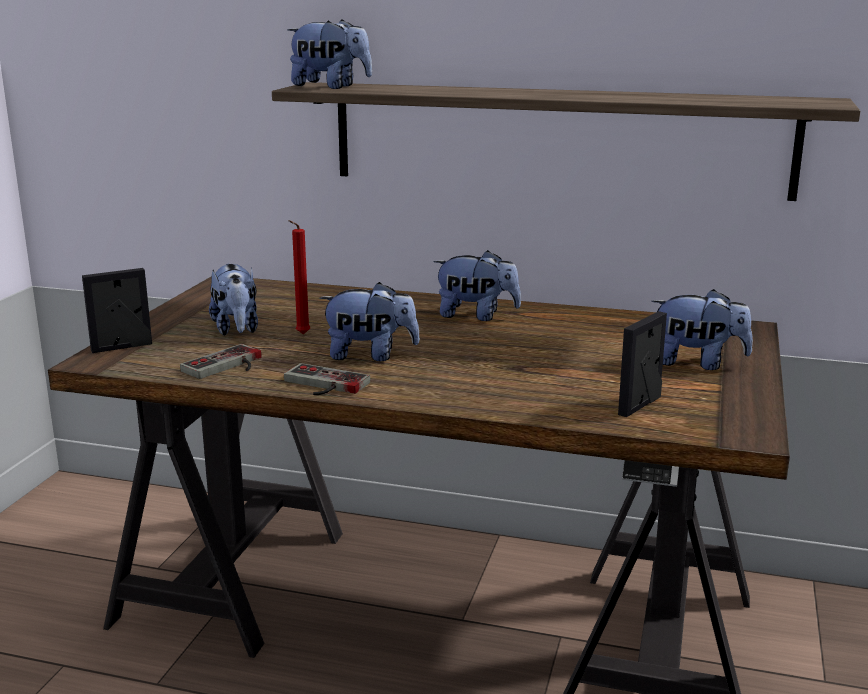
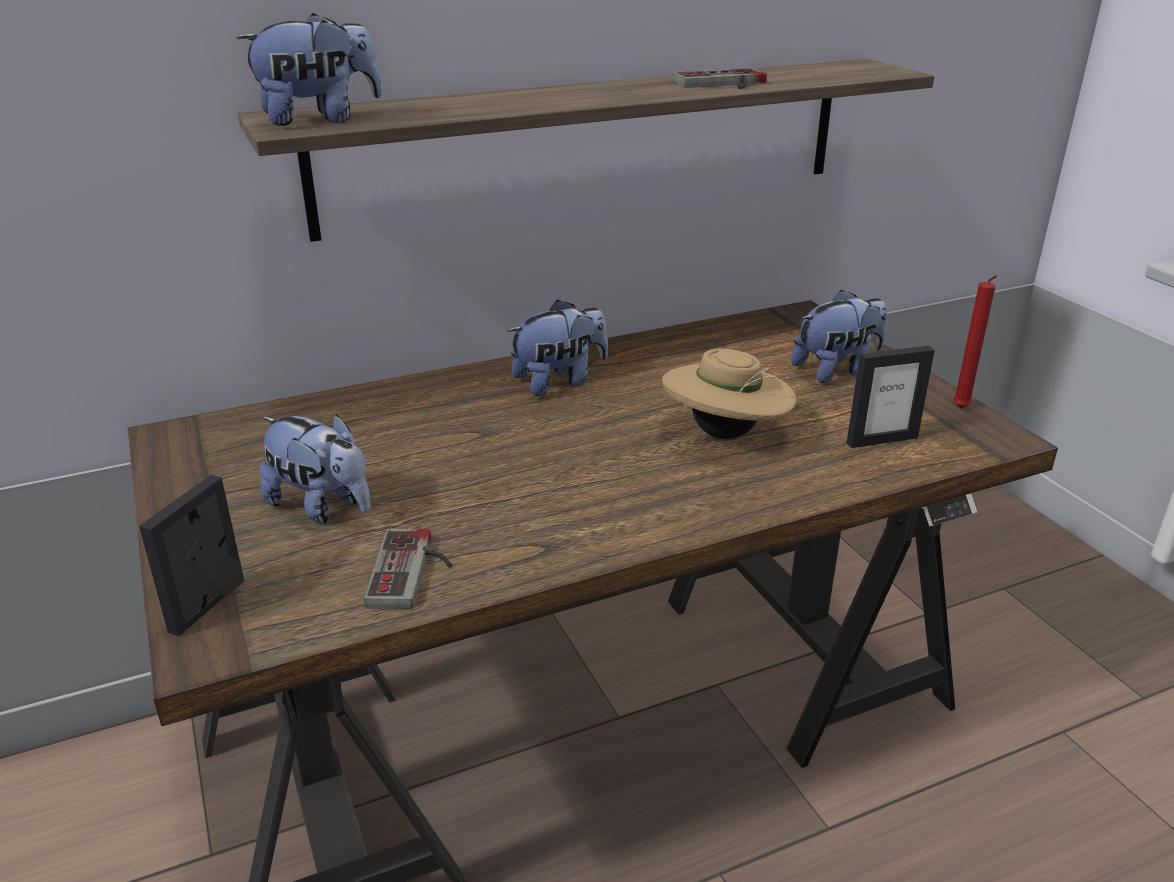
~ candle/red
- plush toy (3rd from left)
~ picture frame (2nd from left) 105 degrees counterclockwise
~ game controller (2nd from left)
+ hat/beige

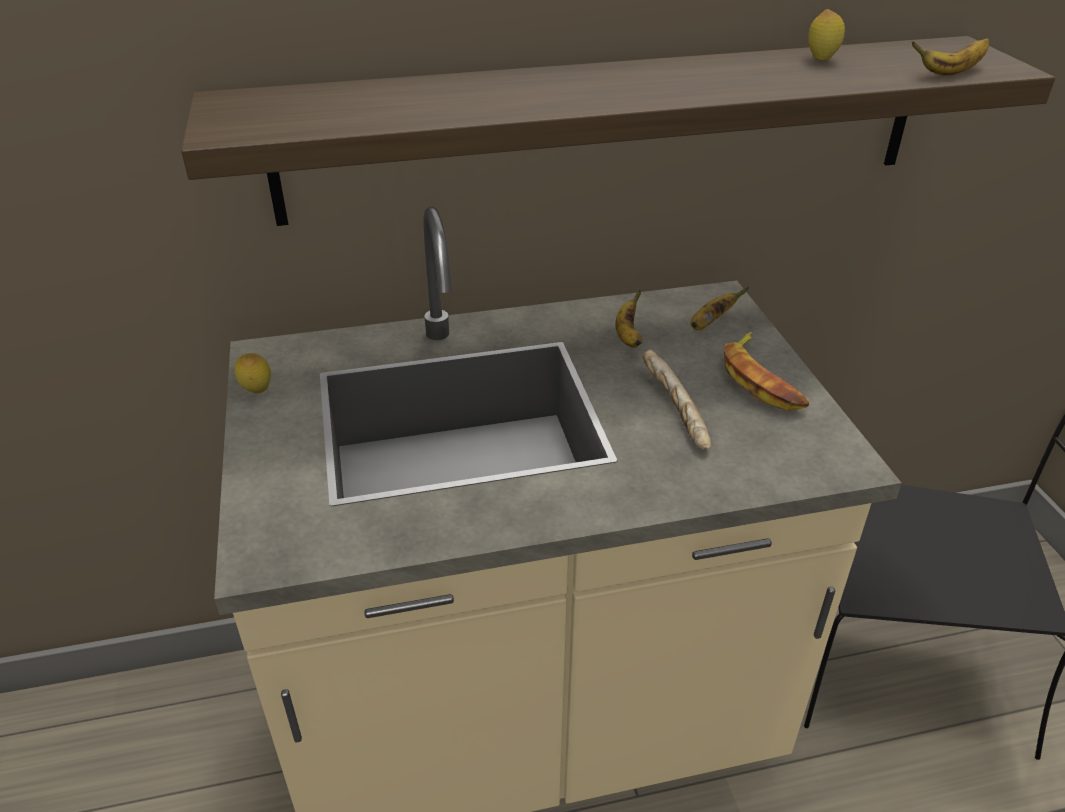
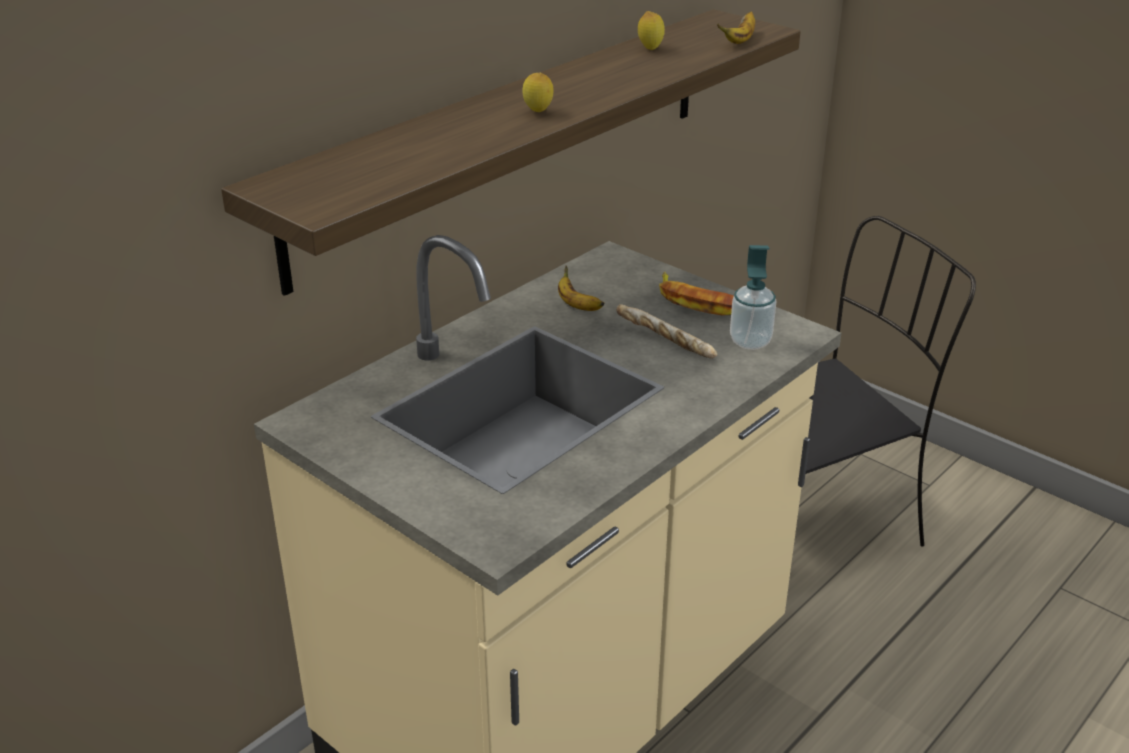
- banana (2nd from left)
~ lemon (1st from left)
+ soap dispenser

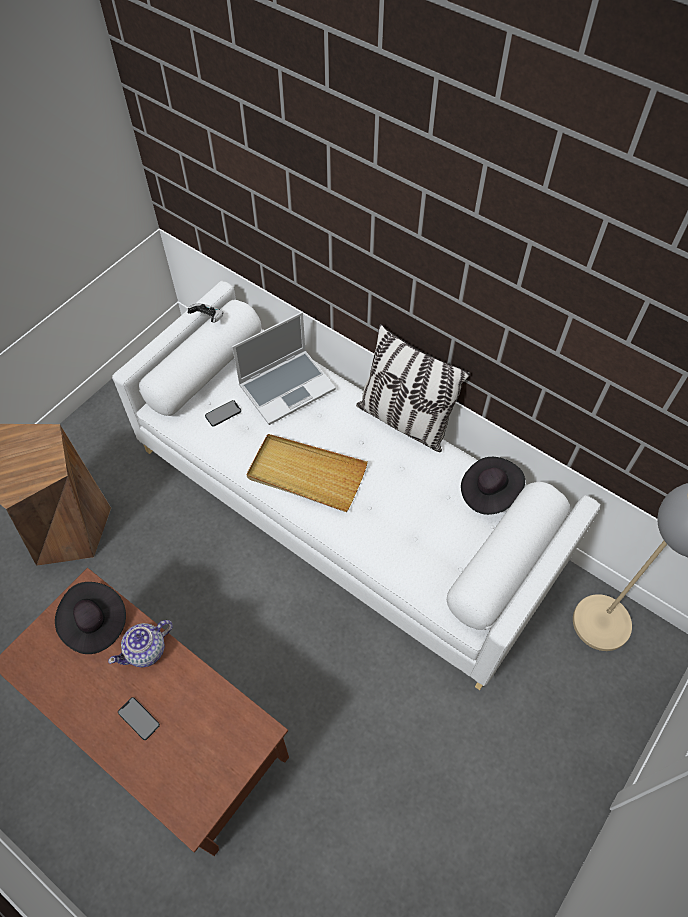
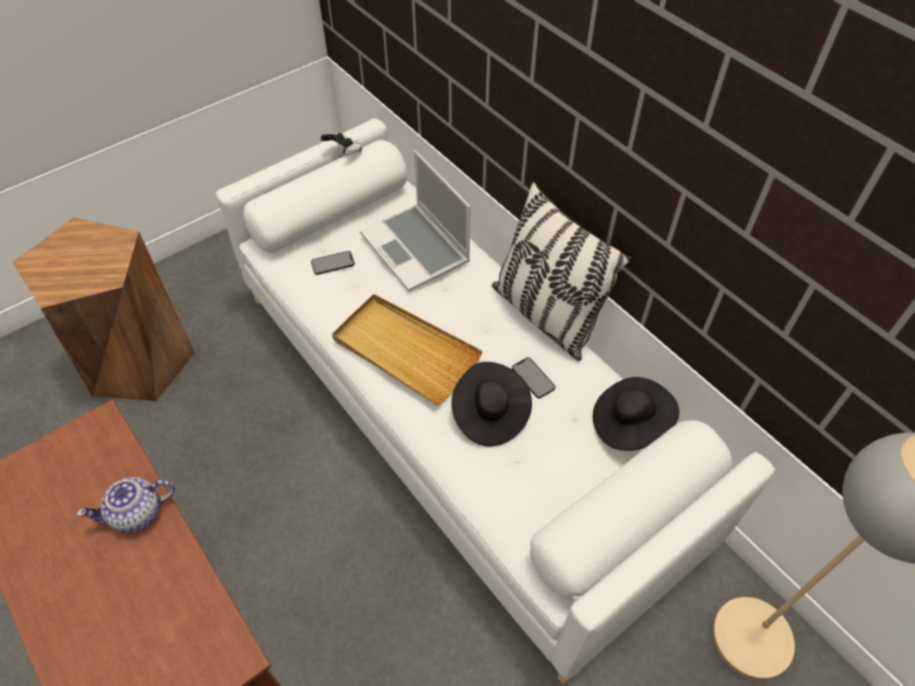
~ laptop 75 degrees clockwise
~ hat/black (1st from left)
~ phone (1st from left in the first image) to phone (2nd from left)

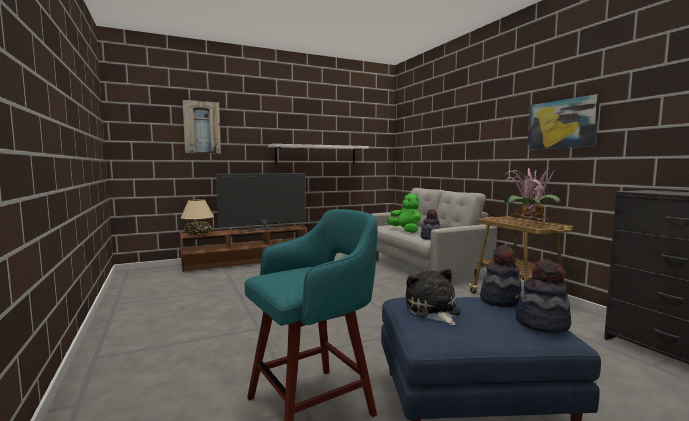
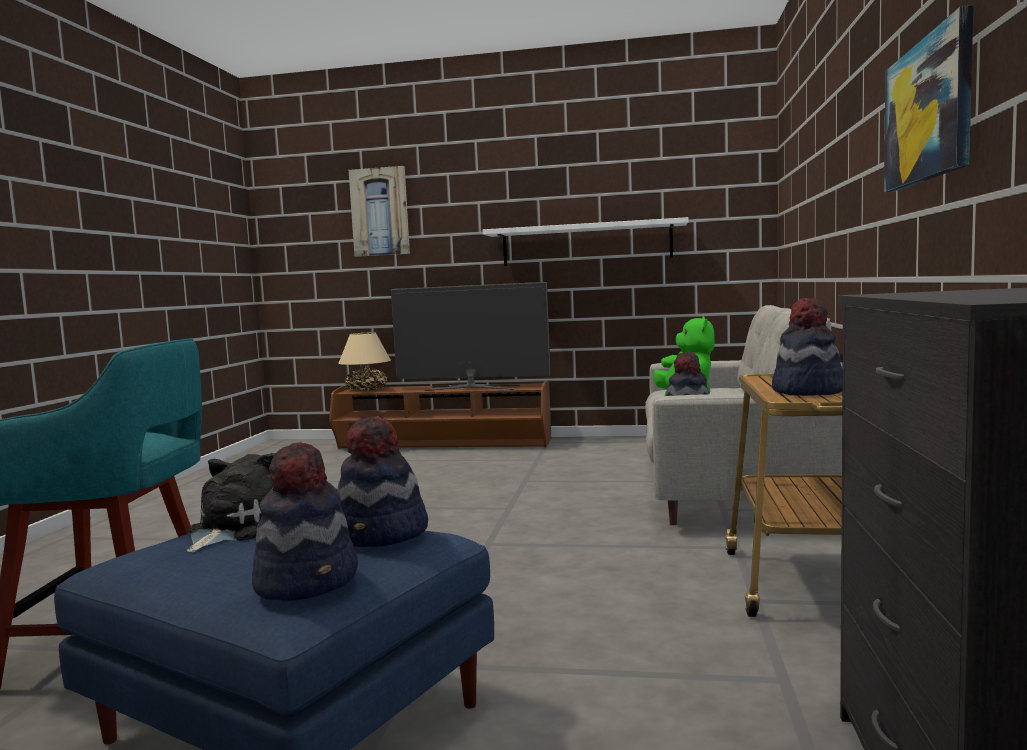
~ potted plant to hat (4th from left)

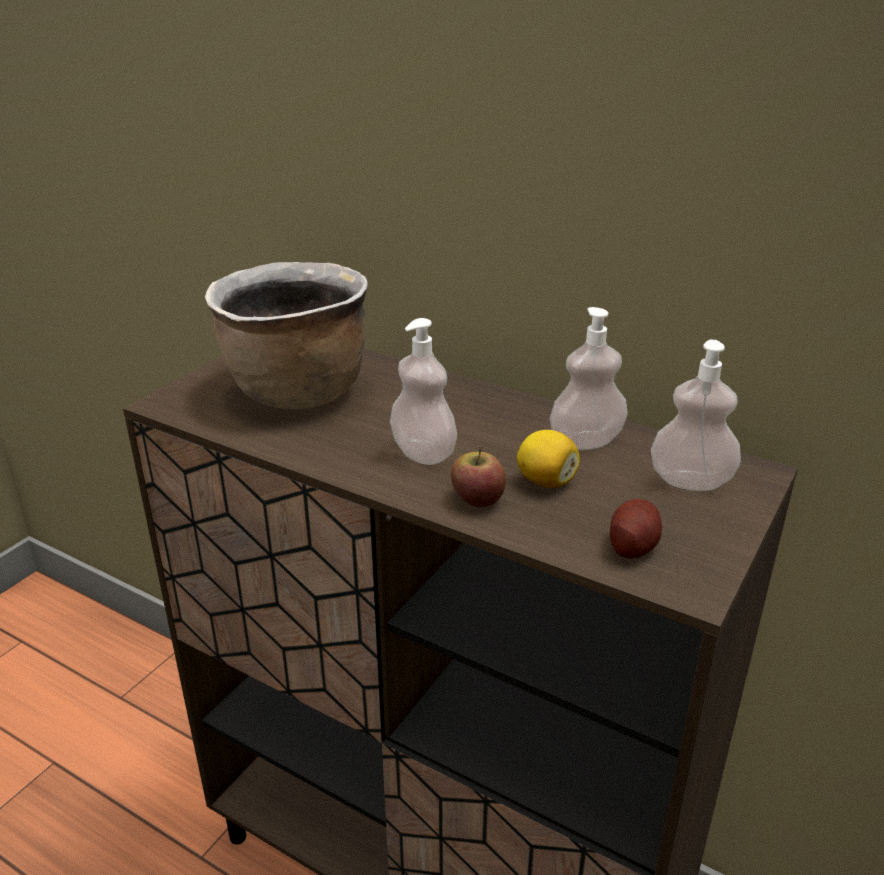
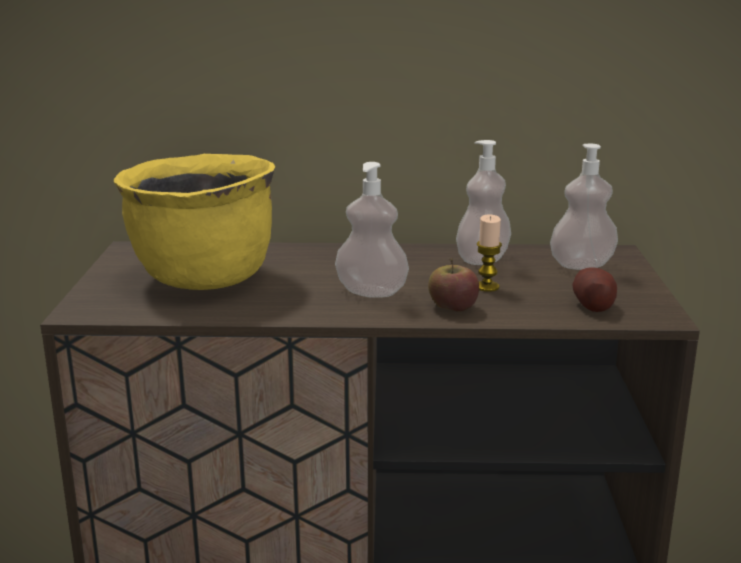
~ cooking pot/brown to cooking pot/yellow
~ lemon to candle

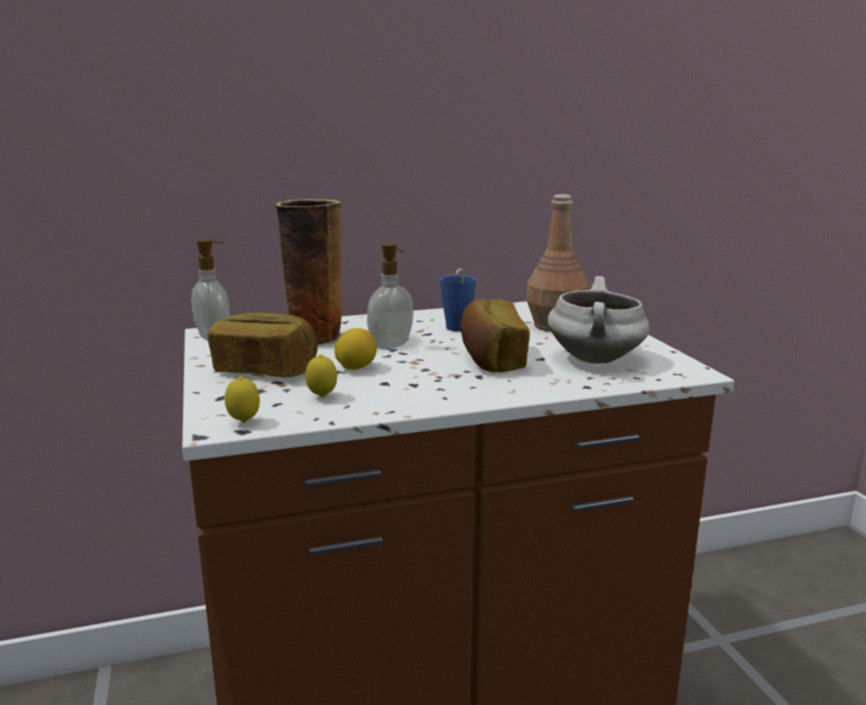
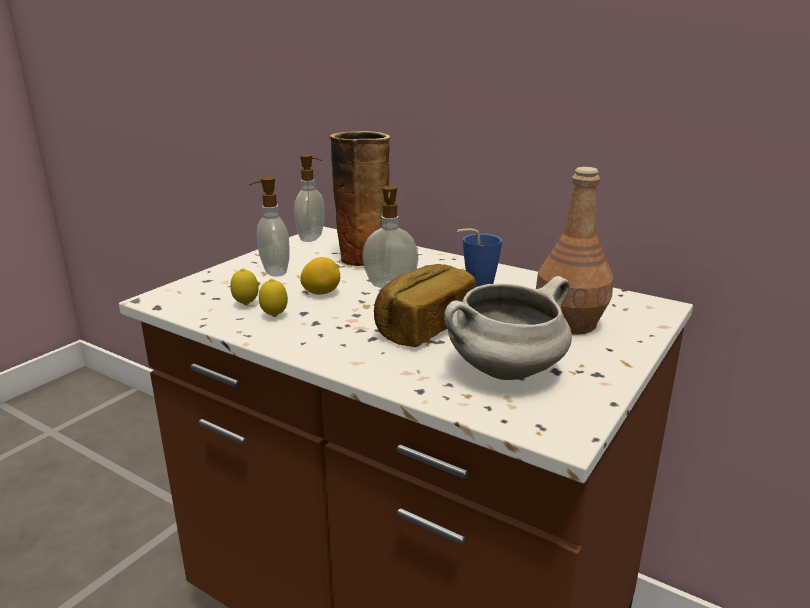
~ bread (1st from left) to soap dispenser (1st from left)
~ lemon (1st from left in the first image) to lemon (2nd from left)

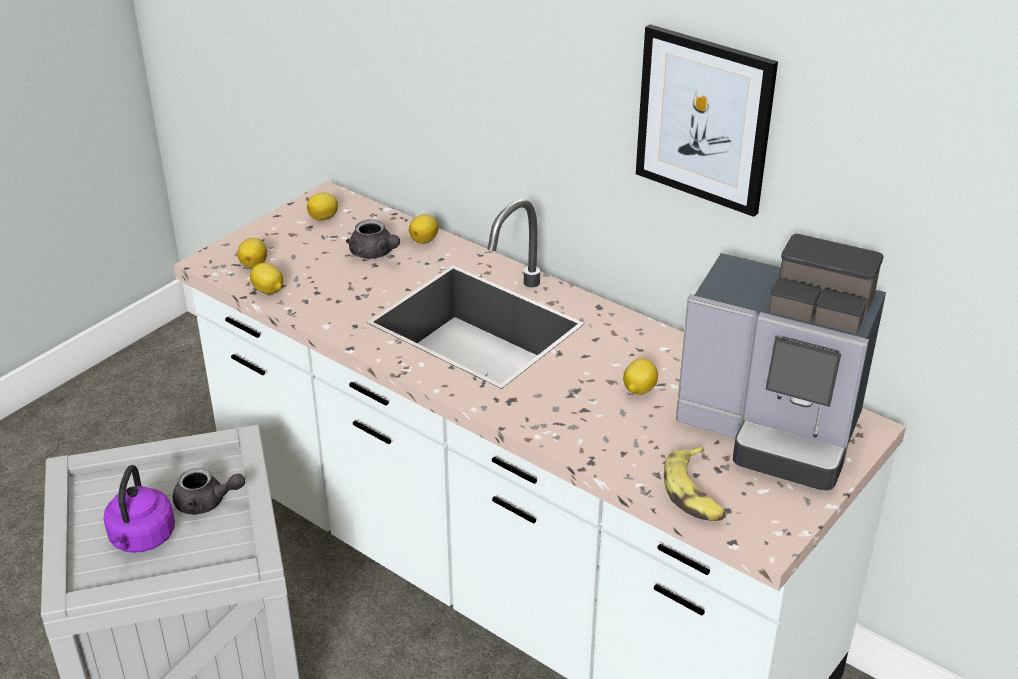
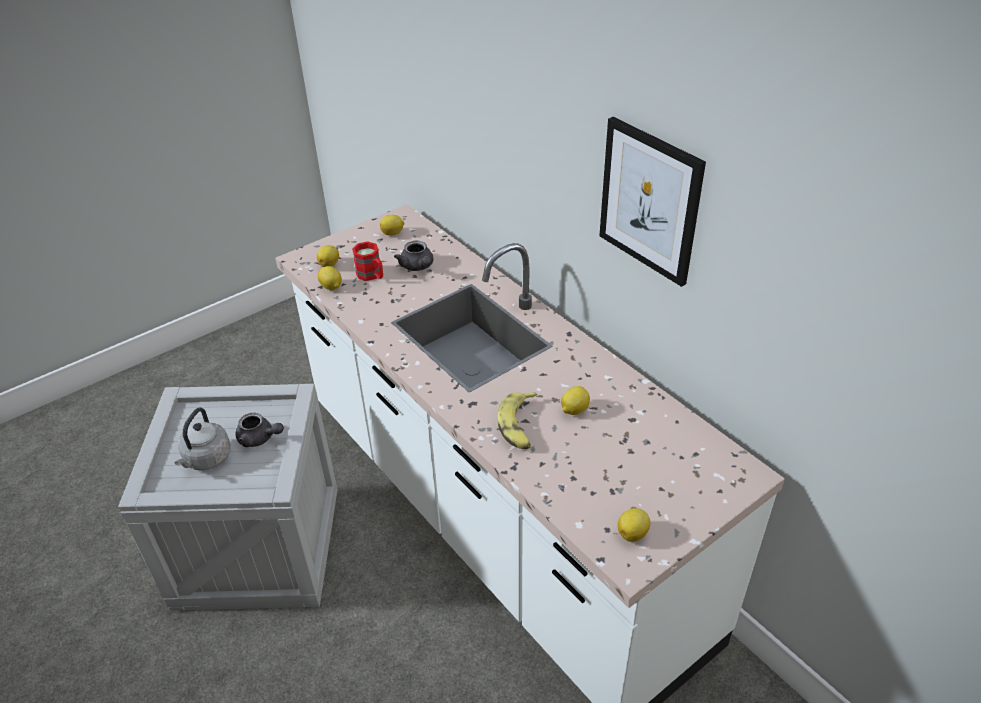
~ lemon (4th from left in the first image) to lemon (5th from left)
- coffee machine
~ banana
~ kettle/purple to kettle/grey
+ mug/red

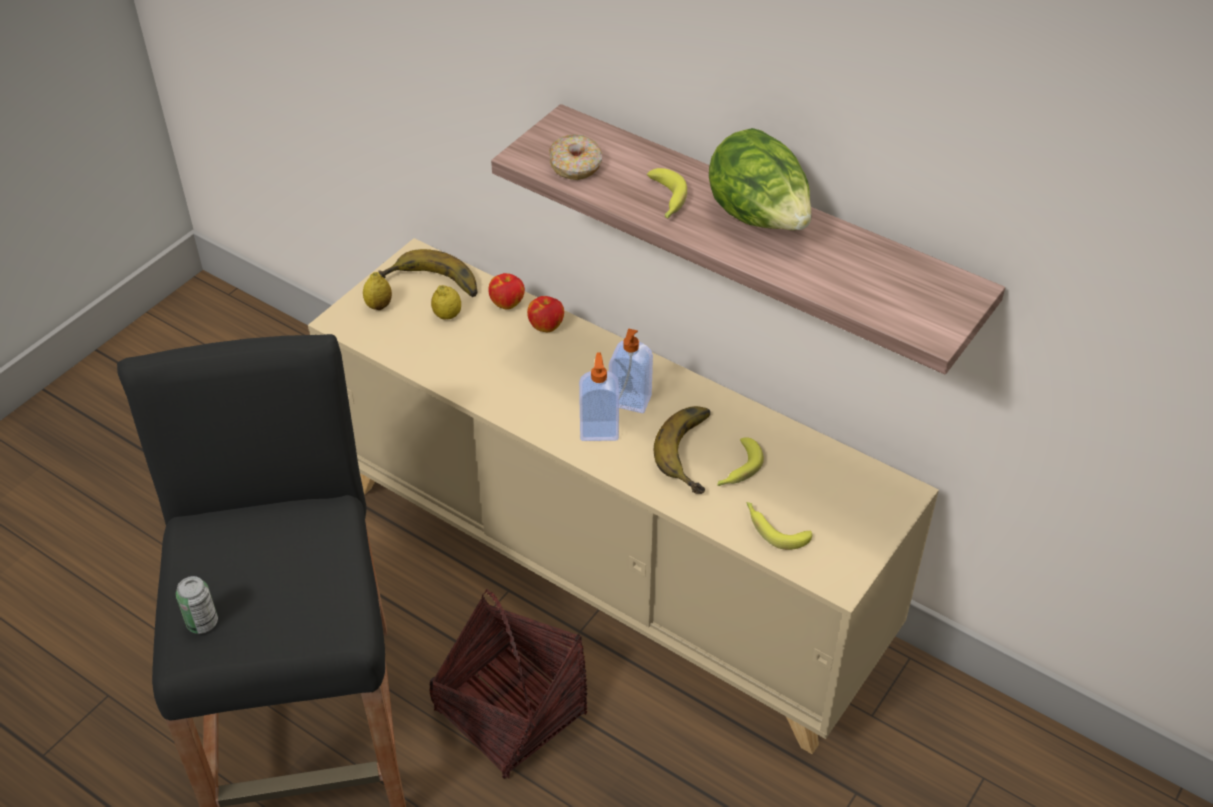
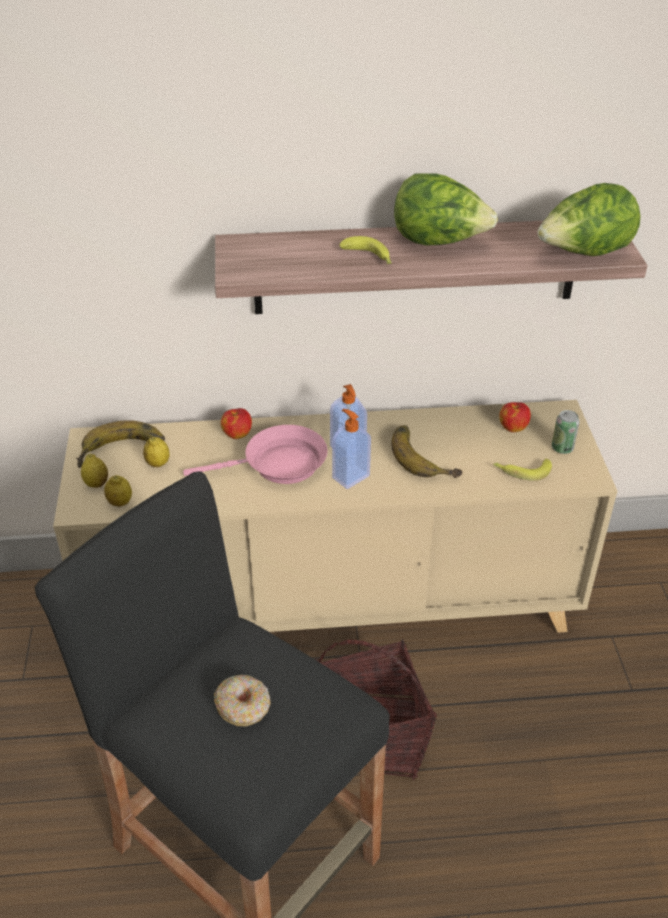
~ donut
~ apple (1st from left in the first image) to apple (2nd from left)
- banana (4th from left)
~ can
+ lettuce (2nd from left)
+ frying pan/pink
+ lemon (2nd from left)

